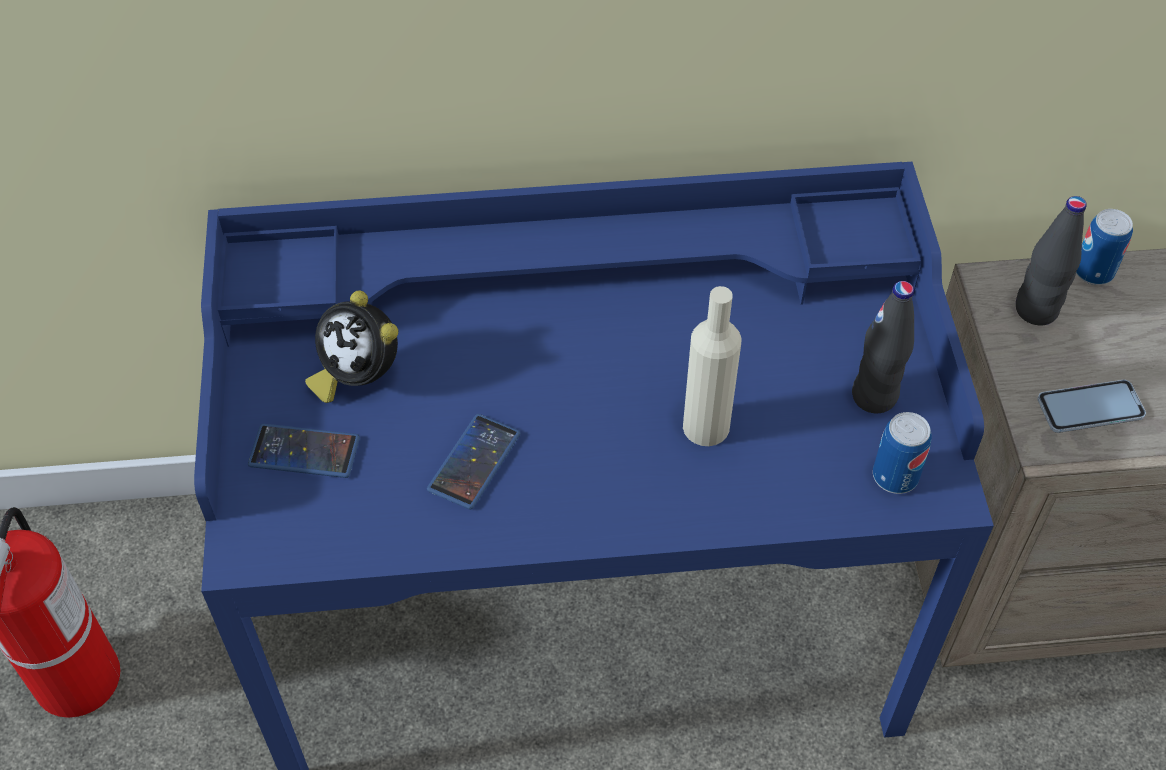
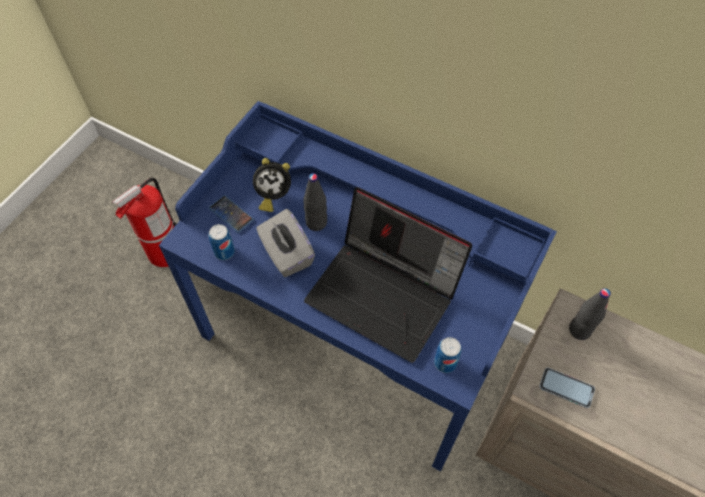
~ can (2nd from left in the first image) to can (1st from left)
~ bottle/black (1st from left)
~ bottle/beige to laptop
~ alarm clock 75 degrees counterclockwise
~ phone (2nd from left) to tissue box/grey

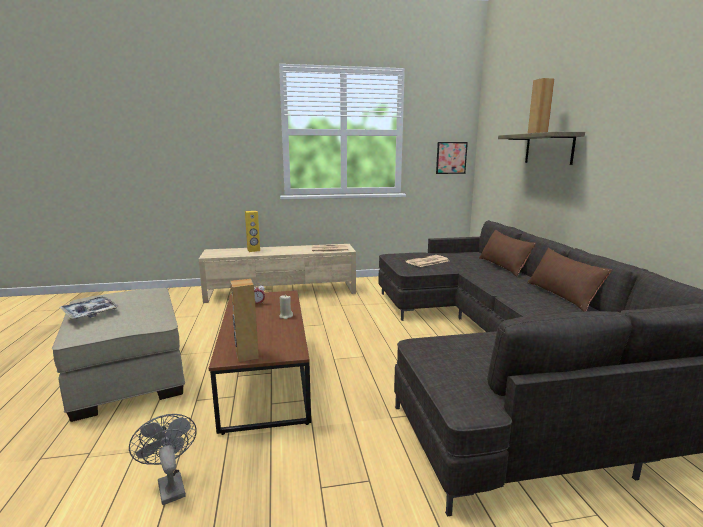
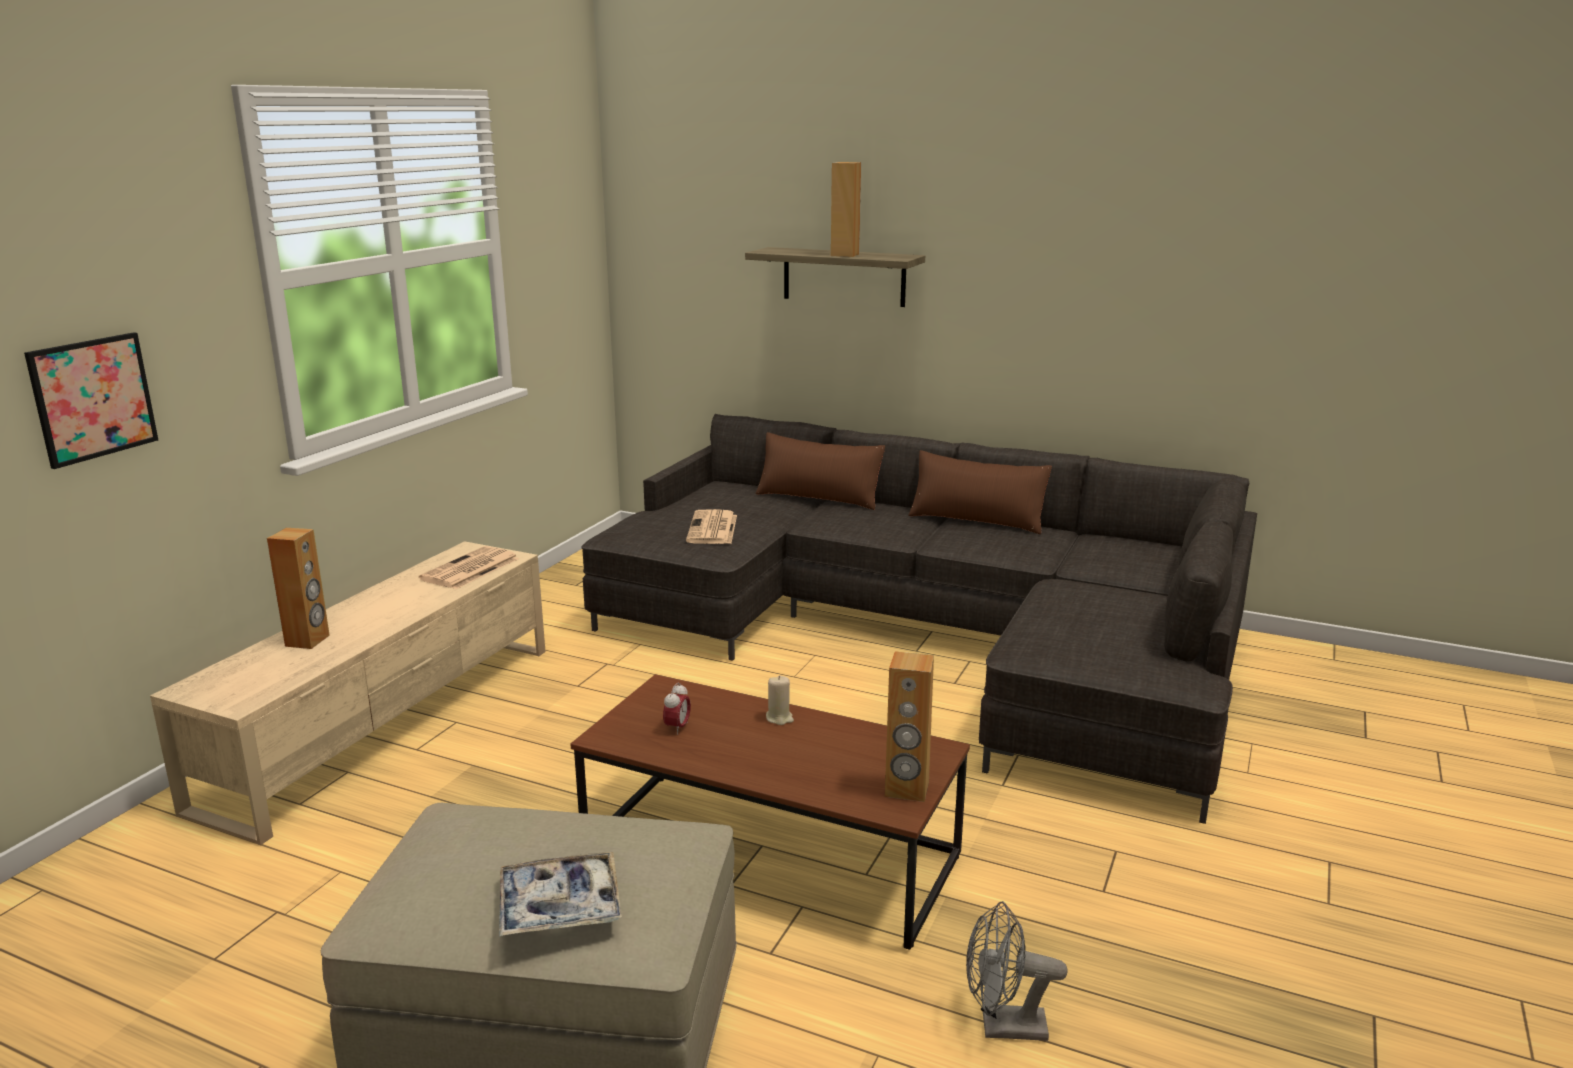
~ picture
~ speaker/yellow to speaker/brown (1st from left)

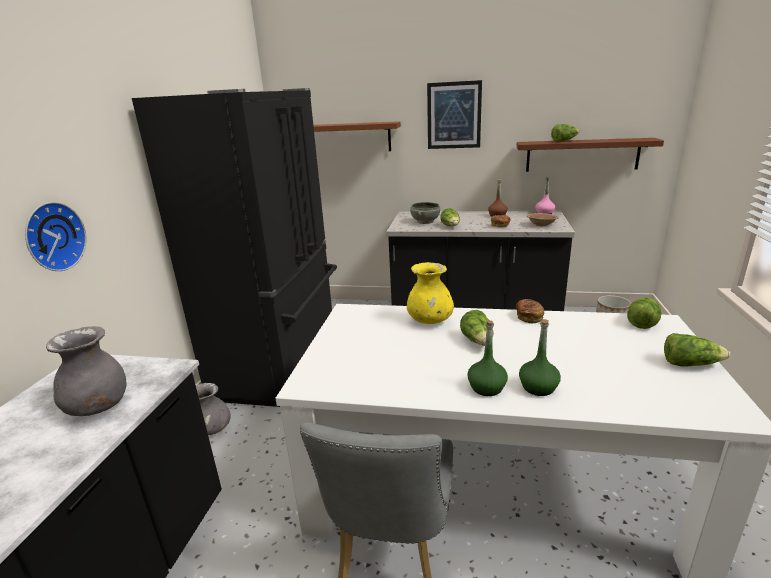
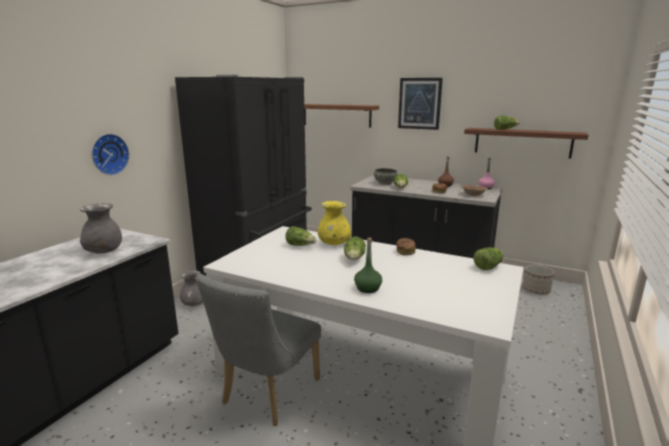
- bottle/green (1st from left)
~ lettuce (5th from left in the first image) to lettuce (1st from left)

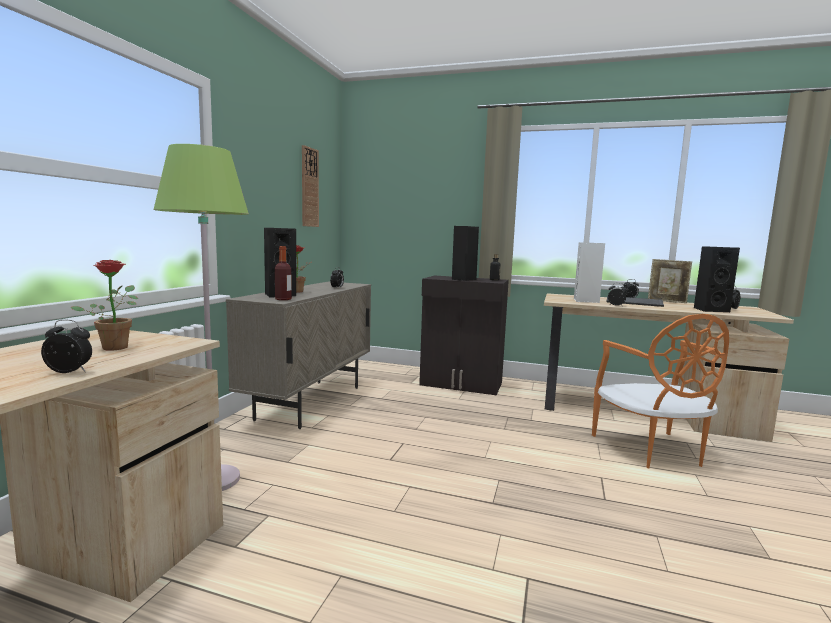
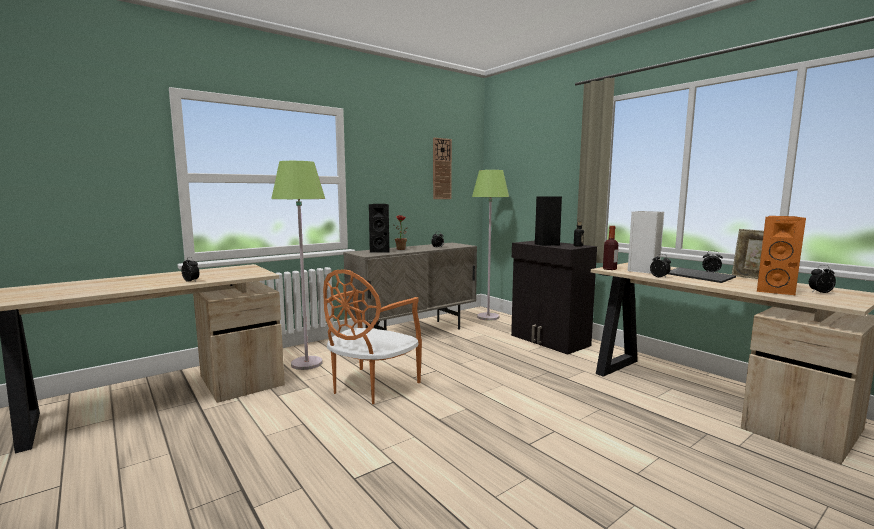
~ bottle (1st from left in the first image) to bottle (2nd from left)
~ speaker/black (3rd from left) to speaker/orange
- potted plant (1st from left)
~ chair/orange
+ floor lamp/green (2nd from left)

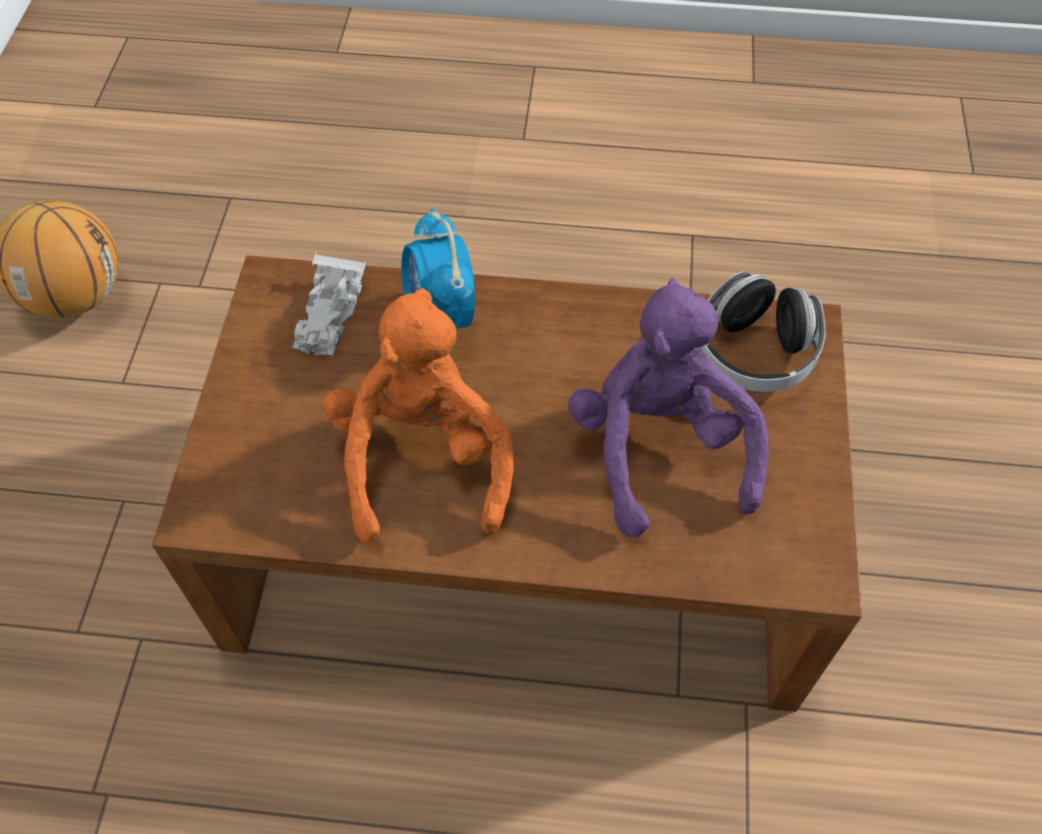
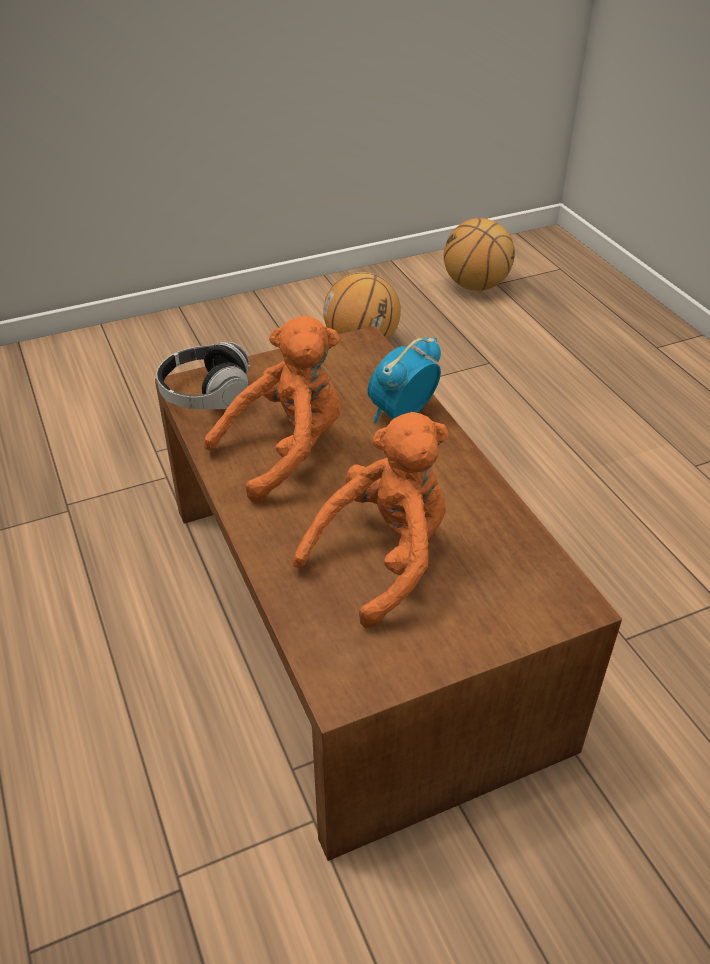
- toy car/white
~ headphones
~ plush toy/purple to plush toy/orange (2nd from left)
+ basketball (2nd from left)

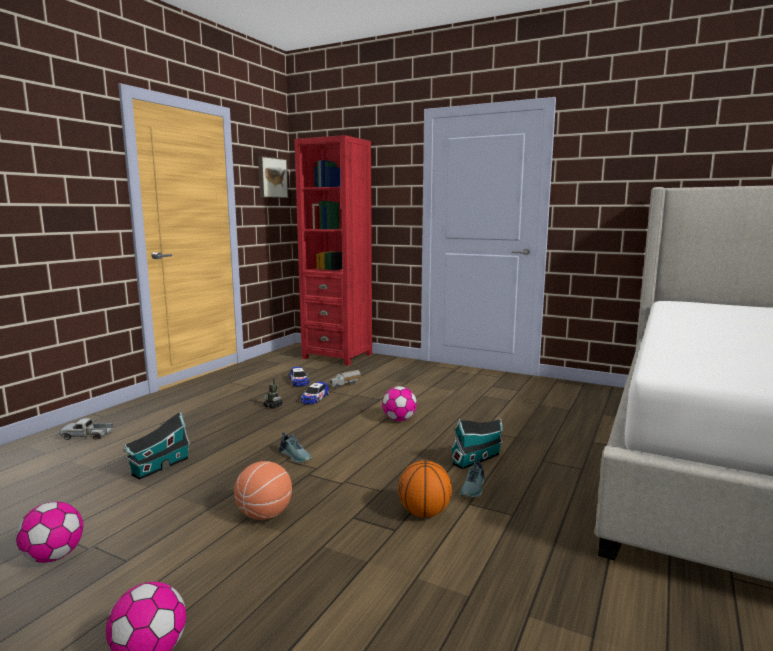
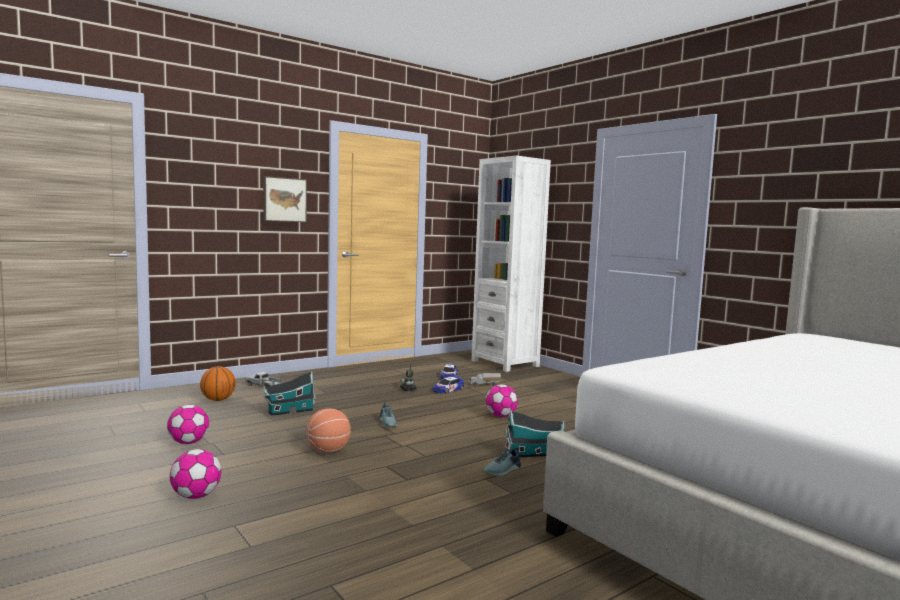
~ bookcase/red to bookcase/white
~ picture
~ basketball (2nd from left in the first image) to basketball (1st from left)

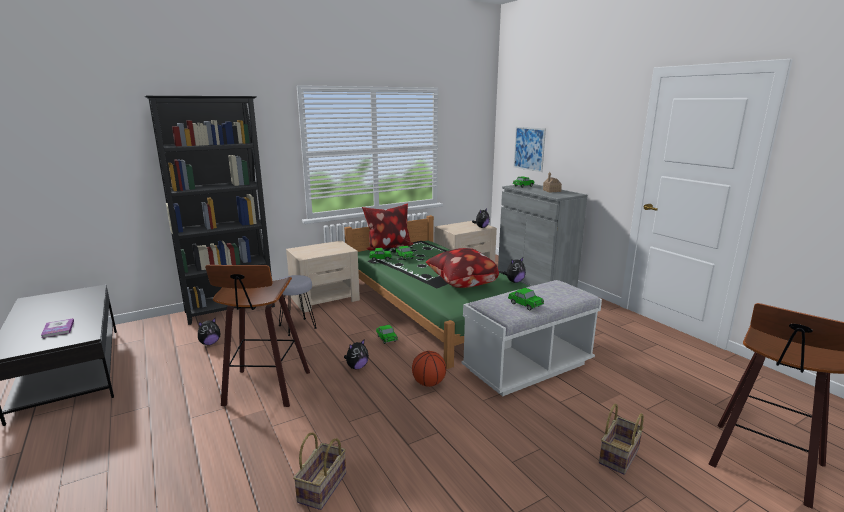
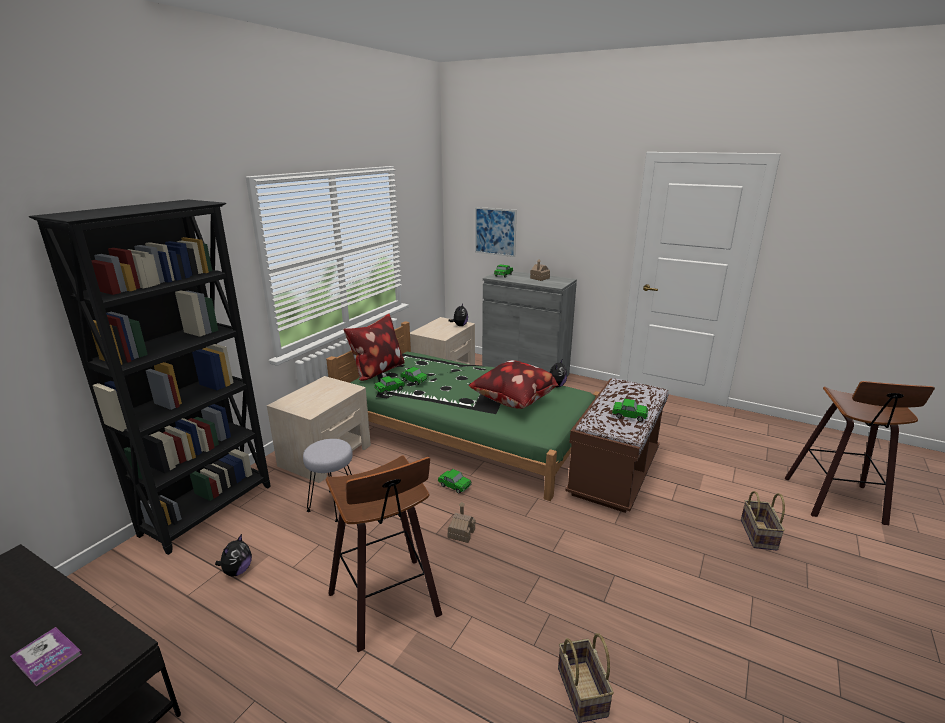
~ bench/white to bench/brown
~ plush toy (2nd from left) to toy house (1st from left)
- basketball

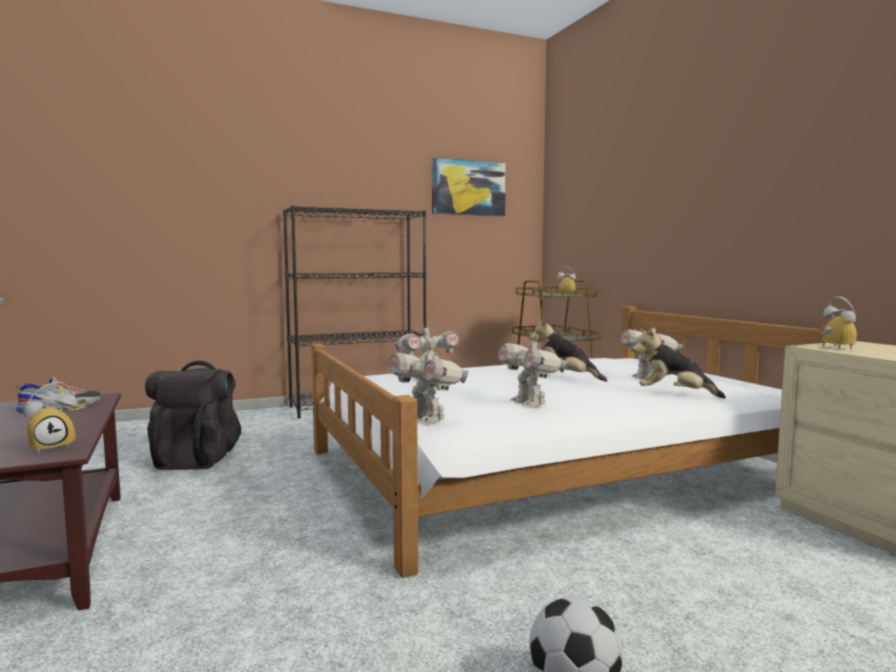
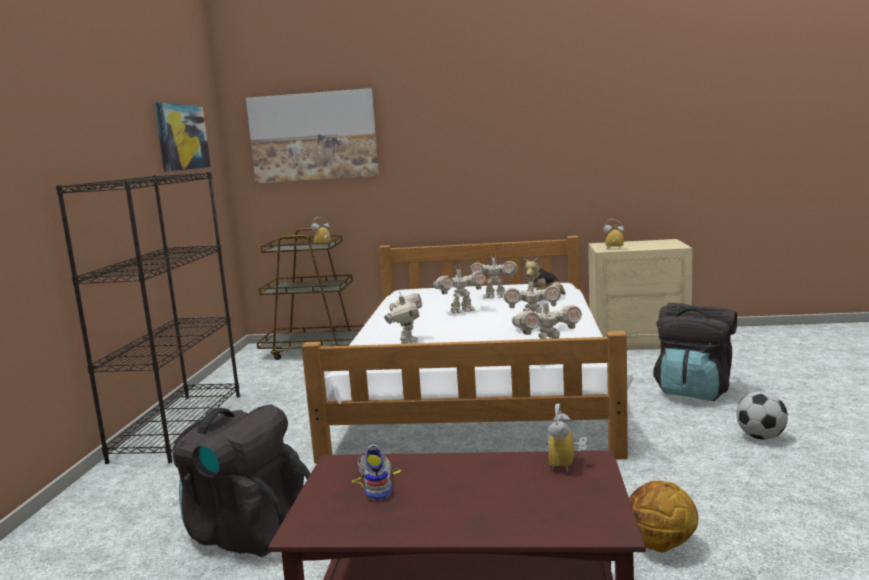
~ plush toy (1st from left) to toy robot (2nd from left)
~ alarm clock (1st from left in the first image) 150 degrees counterclockwise
+ picture (2nd from left)
+ backpack/black (2nd from left)
+ basketball

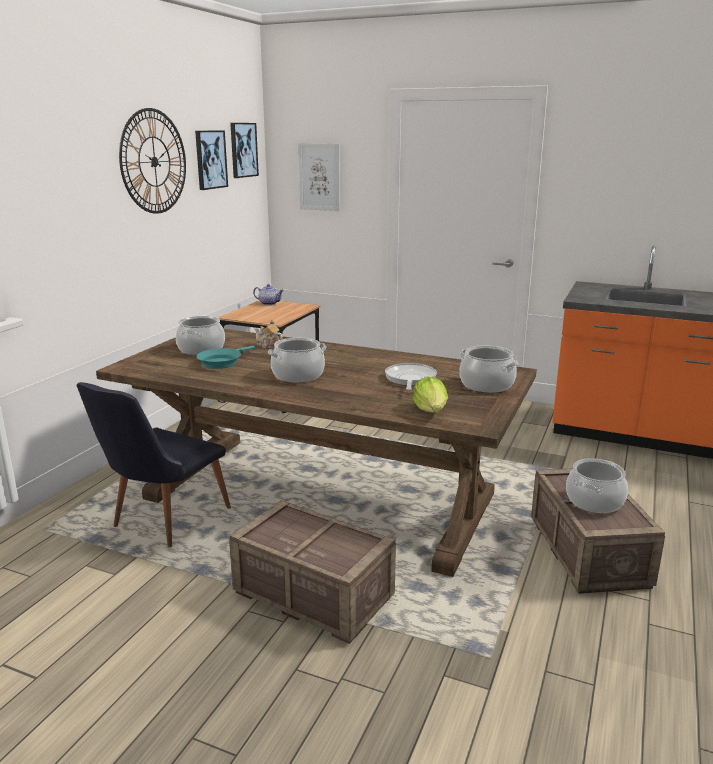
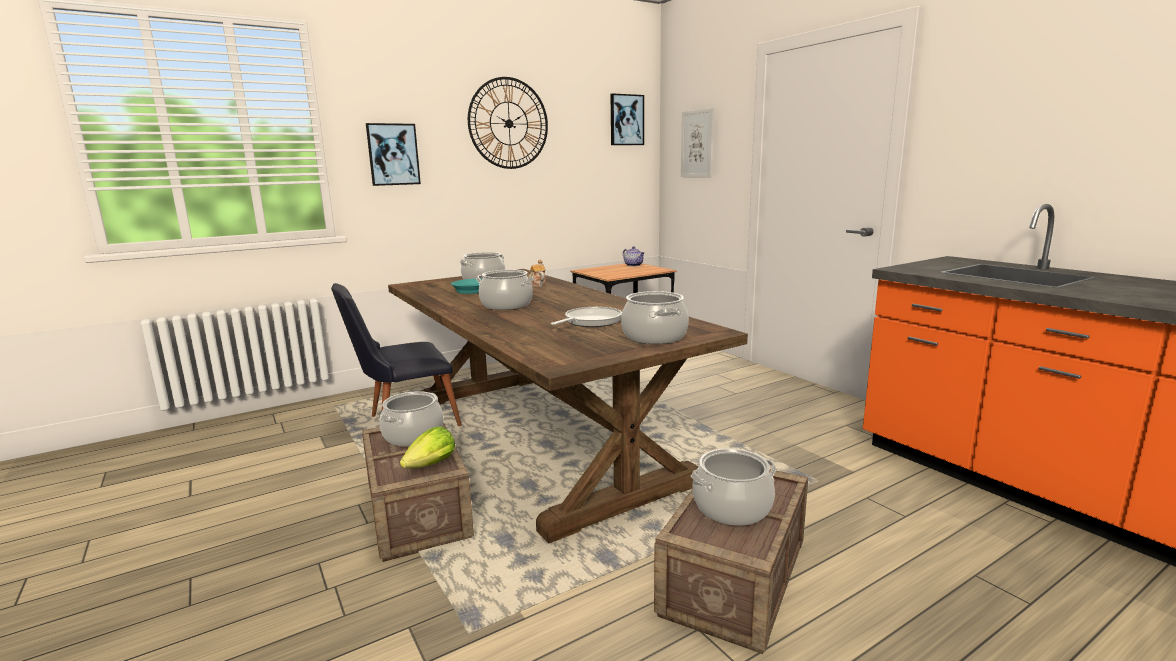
~ picture (1st from left)
~ lettuce
+ cooking pot (1st from left)

